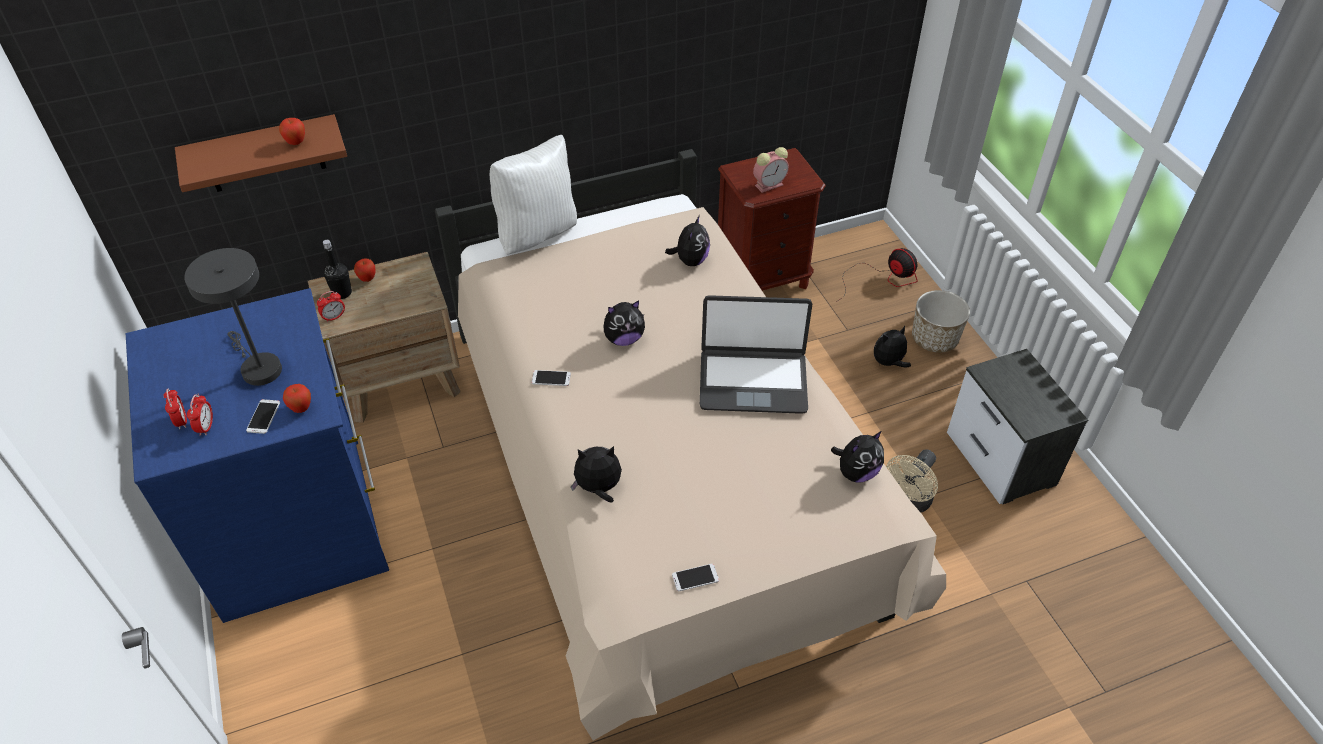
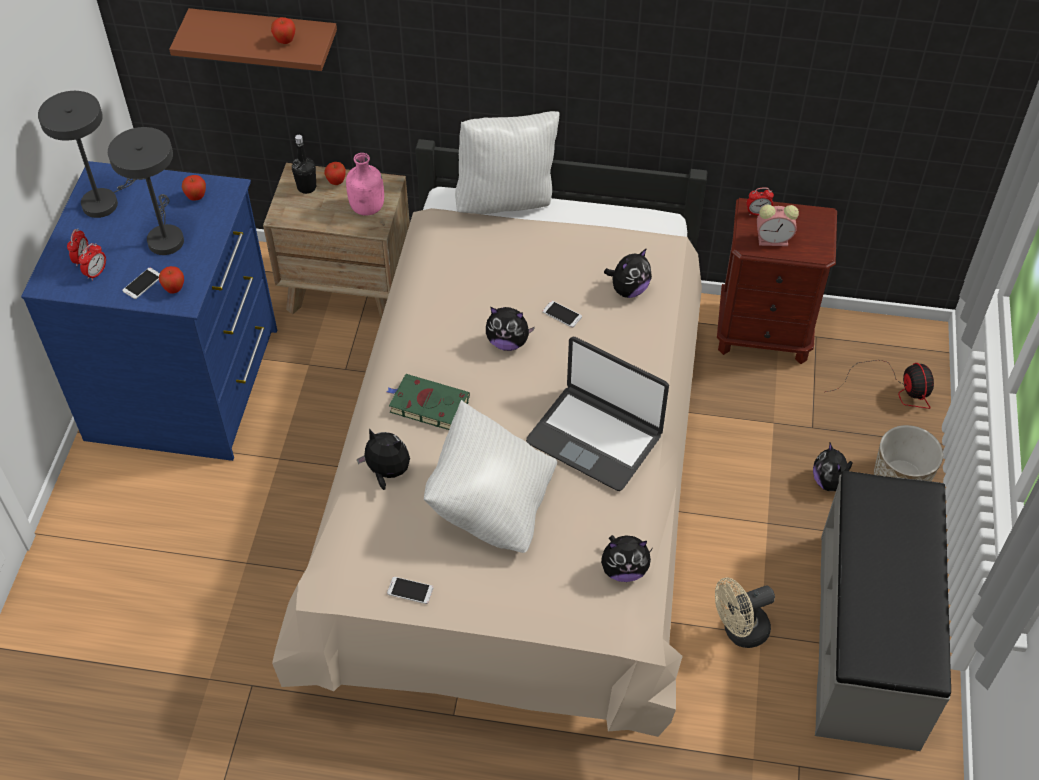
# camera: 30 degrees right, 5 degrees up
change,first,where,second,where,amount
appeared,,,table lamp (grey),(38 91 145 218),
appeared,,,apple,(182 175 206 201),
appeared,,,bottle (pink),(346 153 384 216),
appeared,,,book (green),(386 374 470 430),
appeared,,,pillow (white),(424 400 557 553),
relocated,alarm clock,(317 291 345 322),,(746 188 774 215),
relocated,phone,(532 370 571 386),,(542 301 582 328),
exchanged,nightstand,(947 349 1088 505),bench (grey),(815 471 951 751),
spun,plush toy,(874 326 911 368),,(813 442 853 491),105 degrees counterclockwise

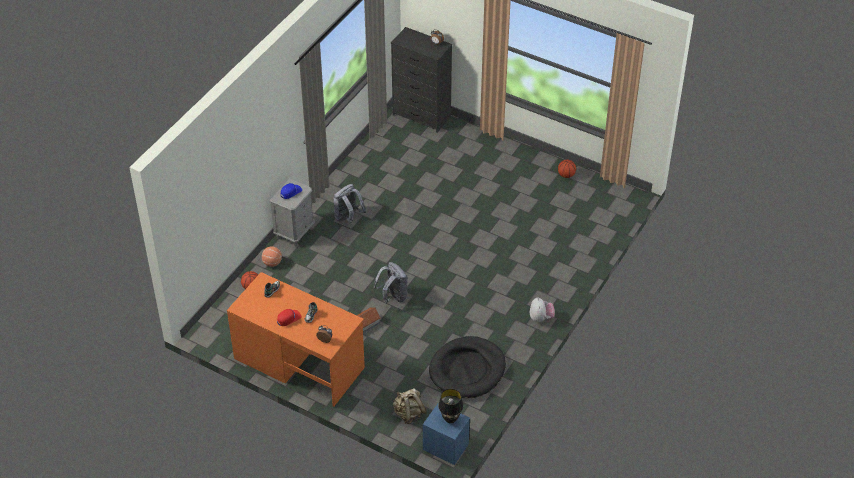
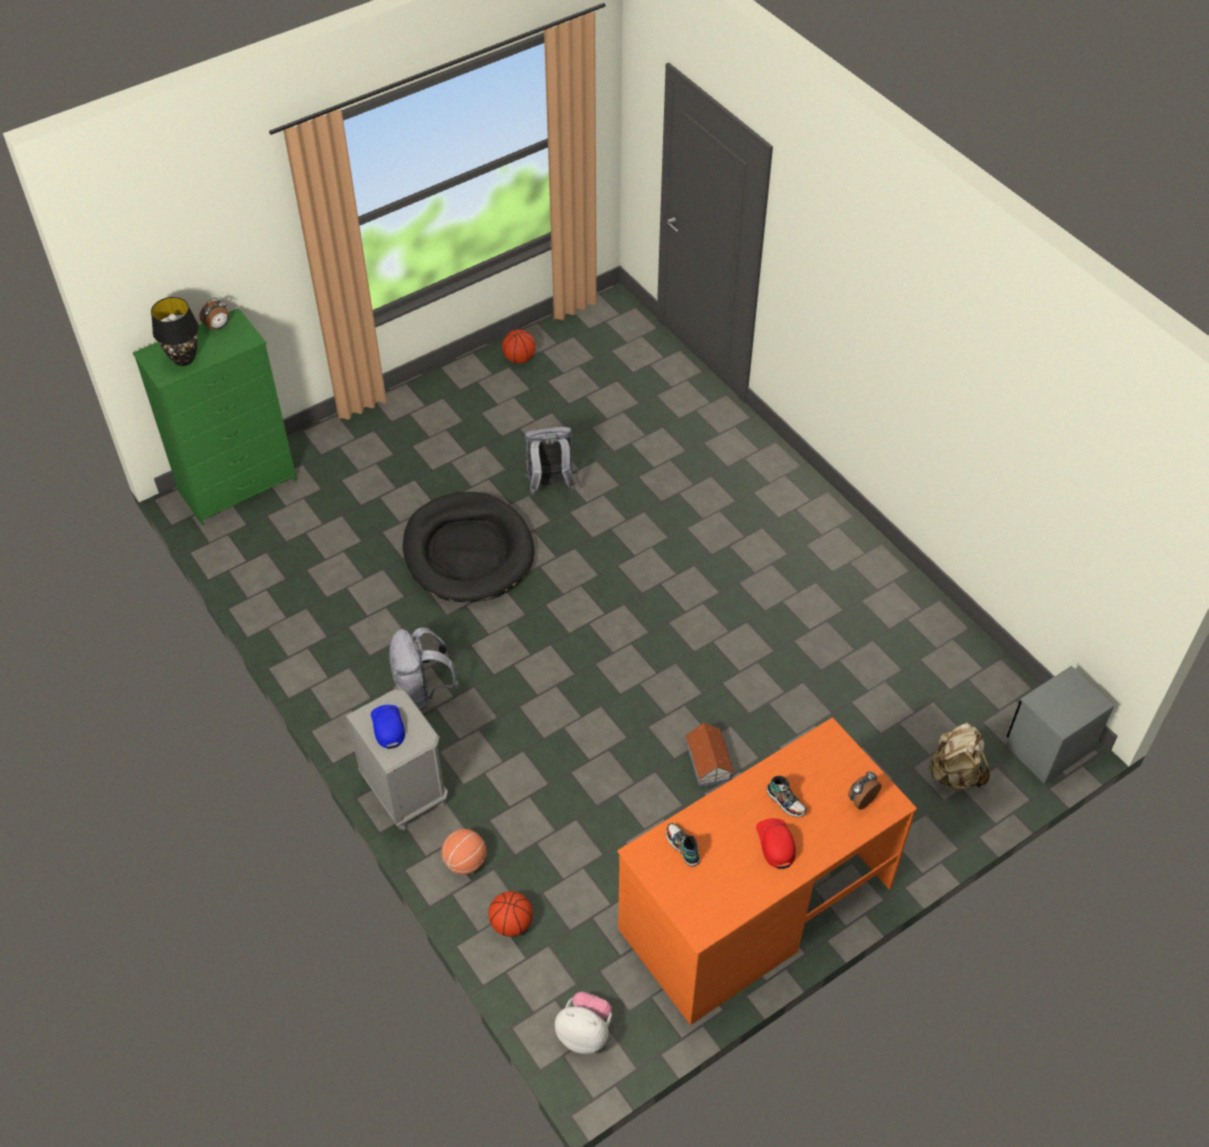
# camera: 65 degrees left, 5 degrees up
change,first,where,second,where,amount
relocated,backpack (grey),(374 262 408 303),,(523 427 577 495),
relocated,dog bed (black),(429 336 506 398),,(403 492 534 603),
relocated,table lamp (black),(438 389 463 423),,(151 297 199 366),
relocated,plush toy,(530 297 555 322),,(555 992 612 1054),
colour,dresser (black),(391 27 452 133),dresser (green),(133 308 297 526),
colour,nightstand (blue),(423 403 470 465),nightstand (grey),(1006 666 1114 784),

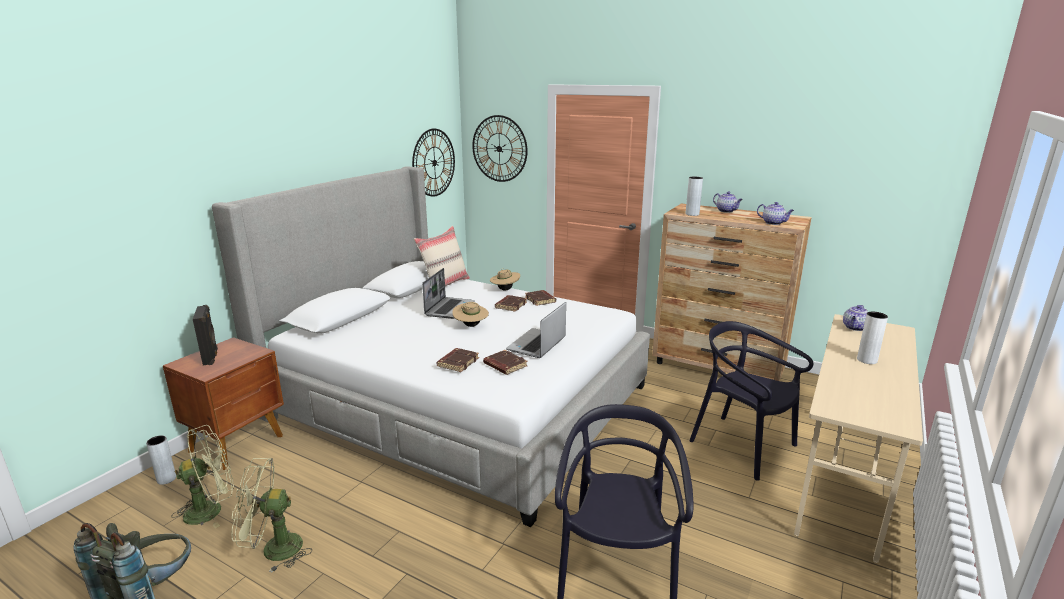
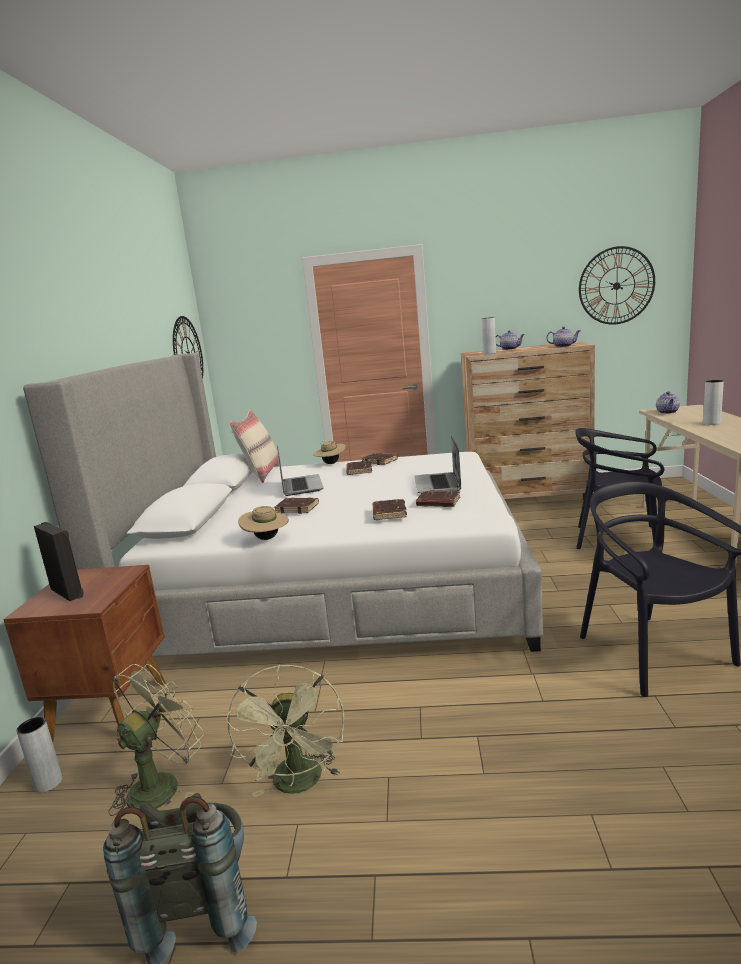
# camera: 25 degrees left, 5 degrees down
change,first,where,second,where,amount
appeared,,,book (brown),(274 498 319 514),
relocated,hat (beige),(452 302 489 327),,(238 506 289 540),
relocated,wall clock,(472 115 528 182),,(579 246 655 325),
spun,fan (green),(232 458 312 573),,(226 664 344 797),60 degrees counterclockwise

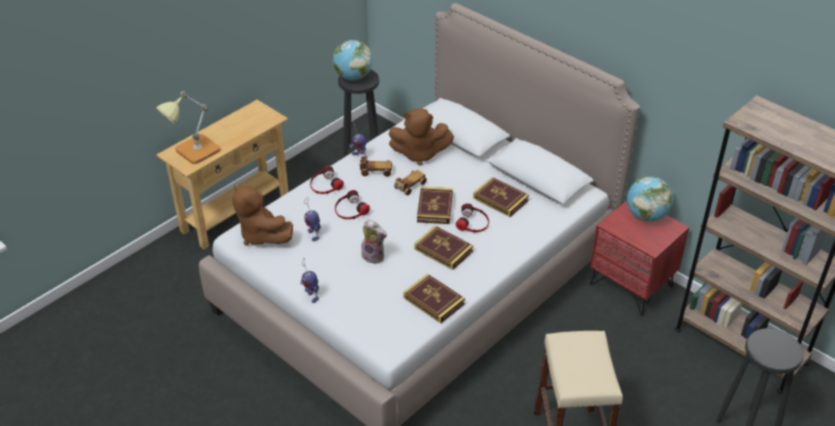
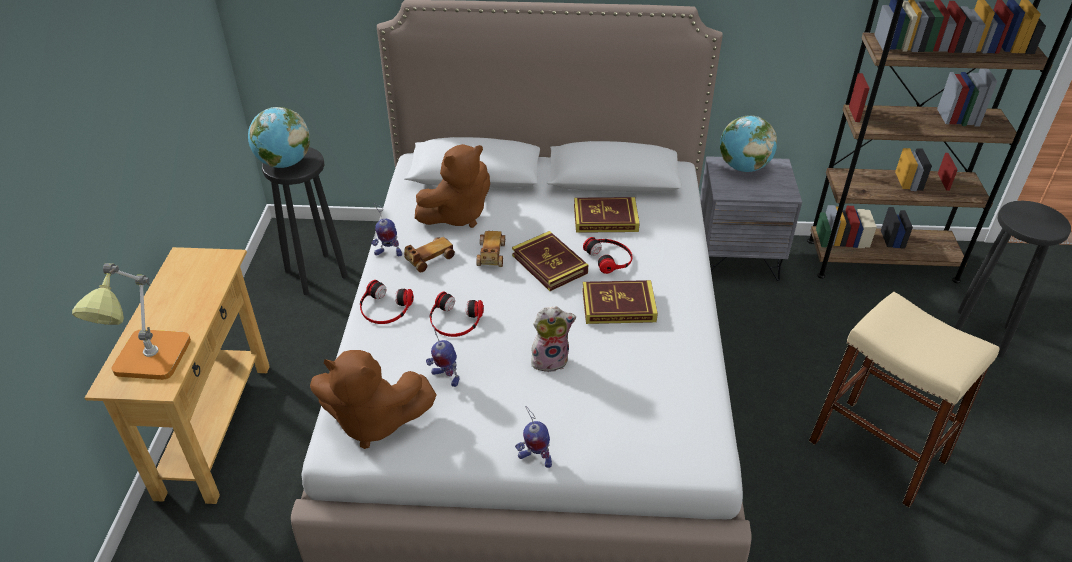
# camera: 40 degrees left, 0 degrees up
change,first,where,second,where,amount
missing,book,(403 274 465 323),,,
colour,nightstand (red),(590 200 689 316),nightstand (grey),(700 156 802 281),

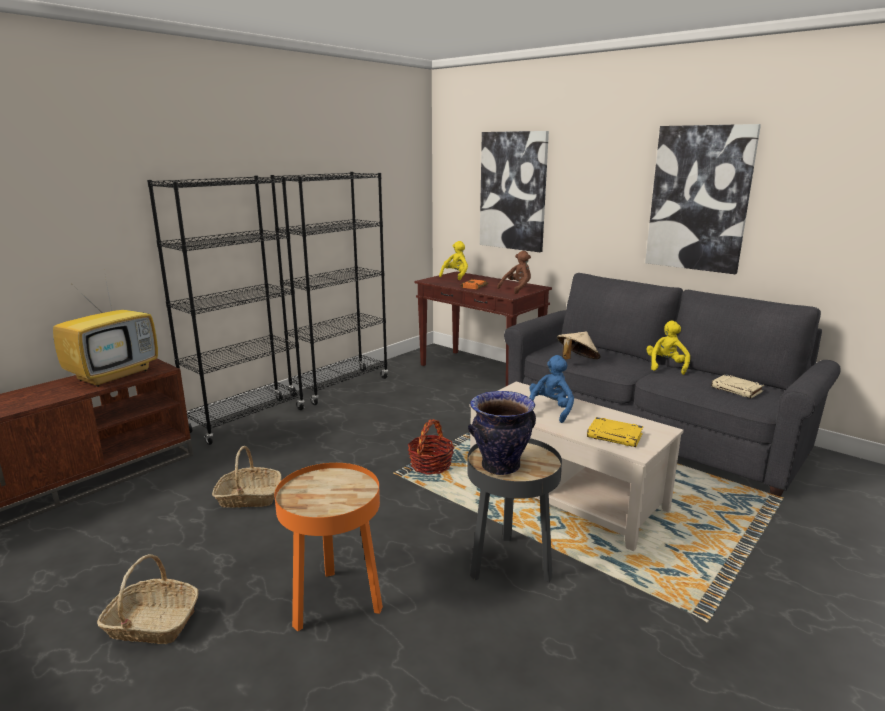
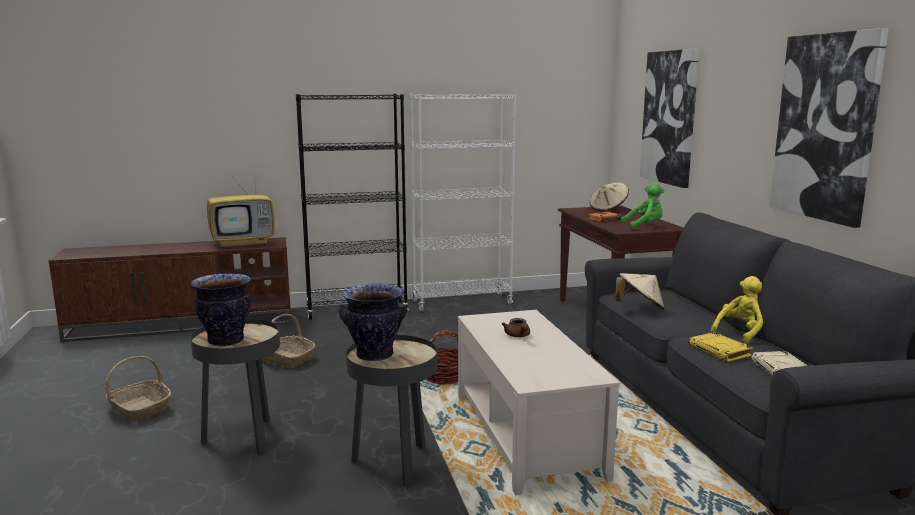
# camera: 35 degrees right, 5 degrees down
change,first,where,second,where,amount
appeared,,,vase,(191 274 251 346),
relocated,book (yellow),(587 417 643 447),,(689 332 753 362),
exchanged,plush toy (yellow),(439 241 468 280),hat (beige),(590 183 629 212),
exchanged,plush toy (blue),(529 355 574 423),teapot (brown),(502 318 530 337),
colour,bookcase (black),(270 172 388 405),bookcase (white),(410 93 516 311),
colour,side table (orange),(274 463 383 631),side table (black),(190 319 280 455),
colour,plush toy (brown),(497 251 531 294),plush toy (green),(620 183 665 230),

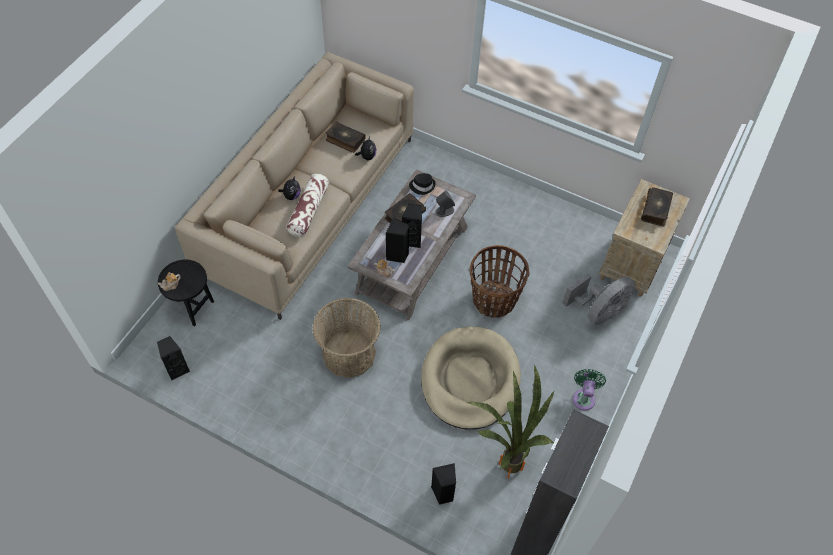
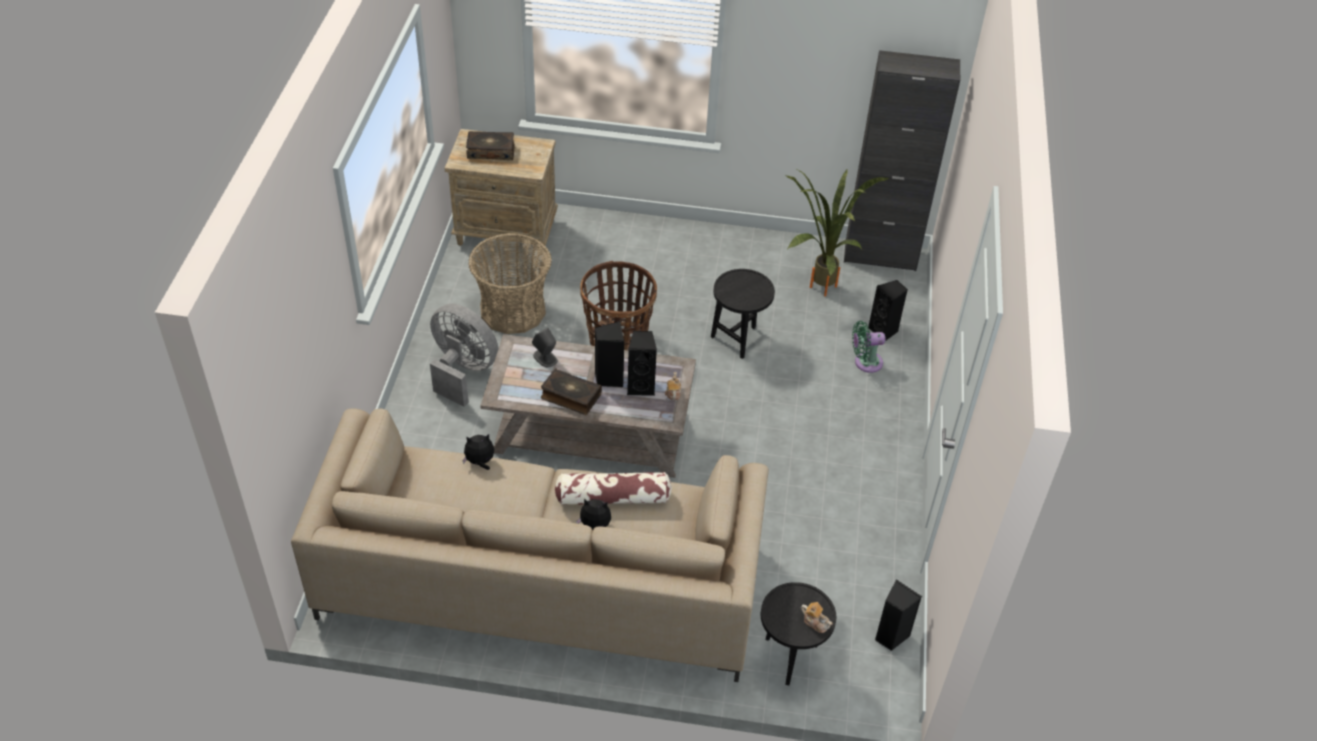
# camera: 110 degrees left, 10 degrees down
change,first,where,second,where,amount
missing,book,(326 121 366 153),,,
missing,hat (black),(409 173 436 195),,,
relocated,basket,(312 298 381 378),,(468 233 552 334),
relocated,fan (grey),(562 273 636 325),,(430 303 498 407),
relocated,fan (green),(573 369 606 411),,(852 321 886 373),
exchanged,dog bed (beige),(421 326 521 430),side table (black),(711 269 775 359),

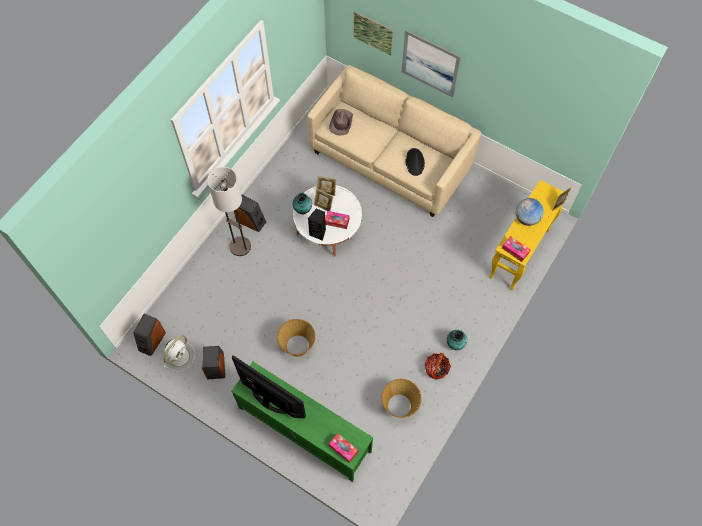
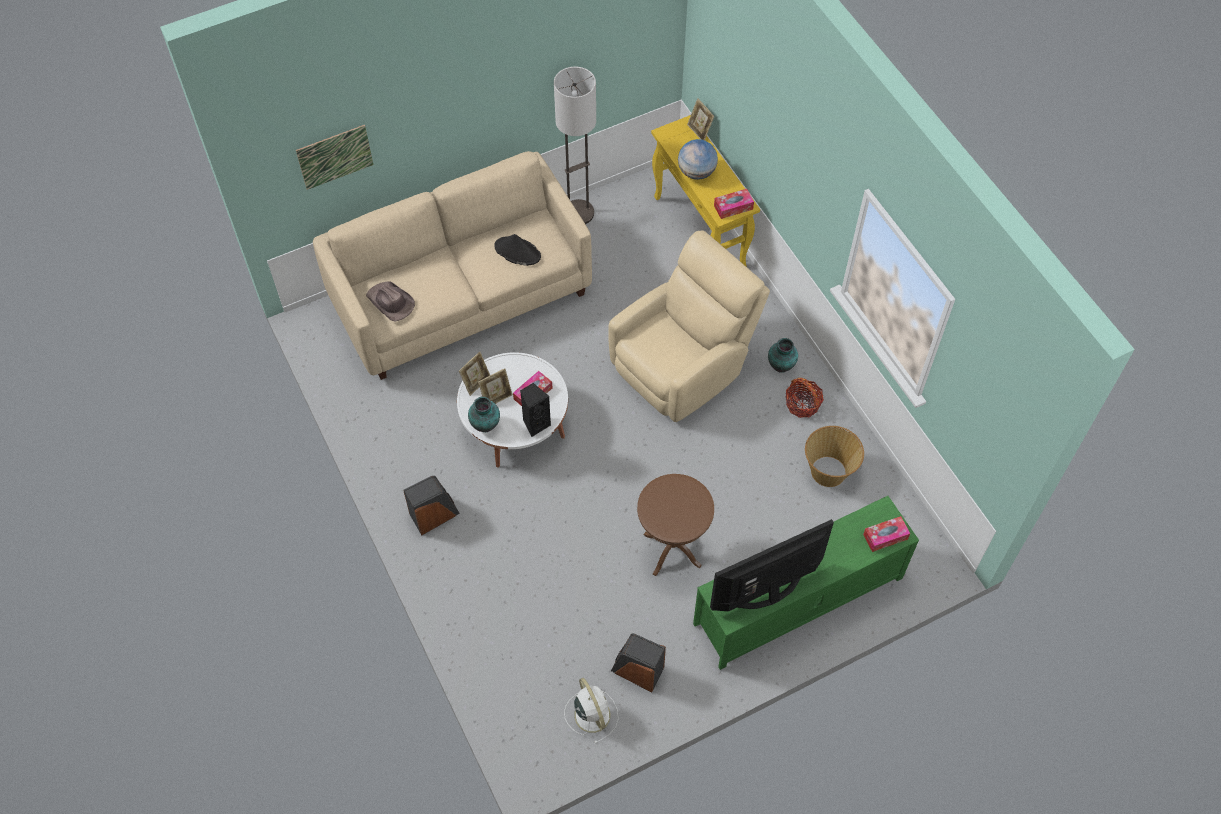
# camera: 60 degrees left, 5 degrees down
change,first,where,second,where,amount
missing,speaker,(134 314 166 356),,,
missing,picture,(402 30 461 97),,,
appeared,,,armchair (beige),(609 230 770 422),
relocated,floor lamp,(207 167 251 256),,(554 67 596 224),
exchanged,basket,(277 319 316 357),side table (brown),(637 474 714 576),

